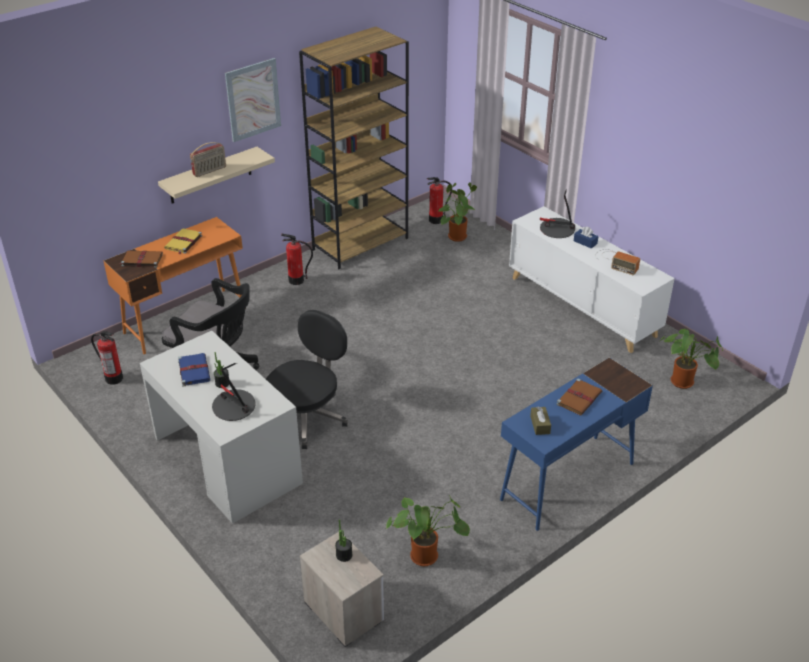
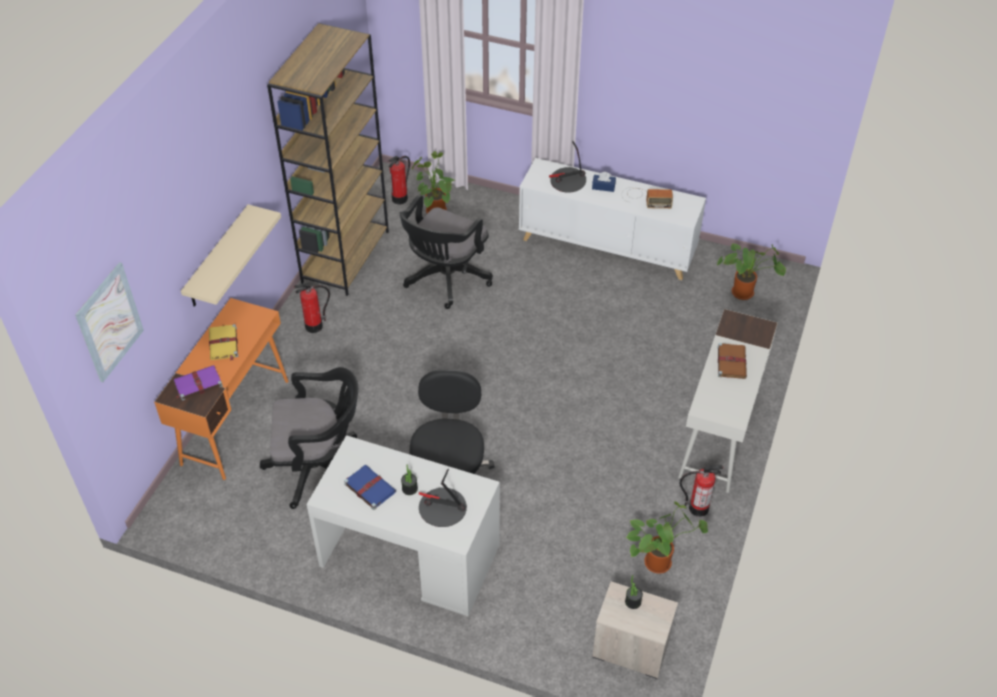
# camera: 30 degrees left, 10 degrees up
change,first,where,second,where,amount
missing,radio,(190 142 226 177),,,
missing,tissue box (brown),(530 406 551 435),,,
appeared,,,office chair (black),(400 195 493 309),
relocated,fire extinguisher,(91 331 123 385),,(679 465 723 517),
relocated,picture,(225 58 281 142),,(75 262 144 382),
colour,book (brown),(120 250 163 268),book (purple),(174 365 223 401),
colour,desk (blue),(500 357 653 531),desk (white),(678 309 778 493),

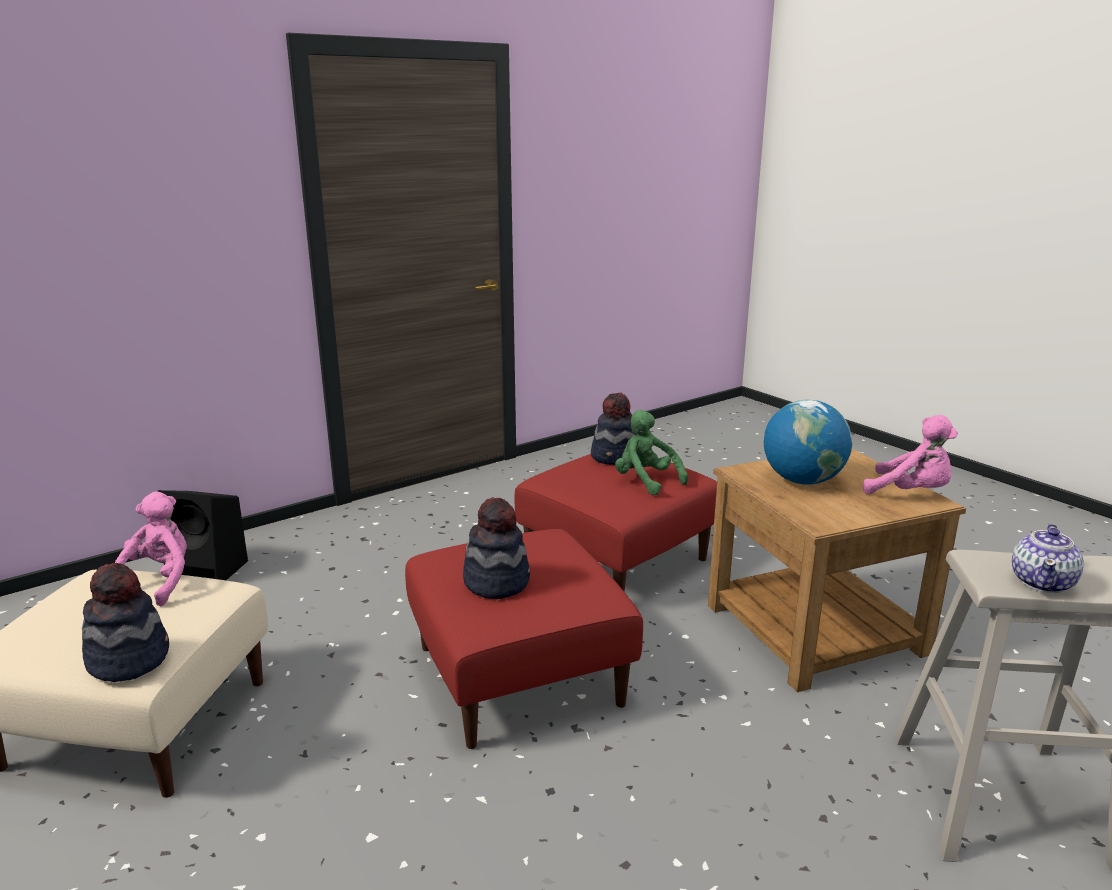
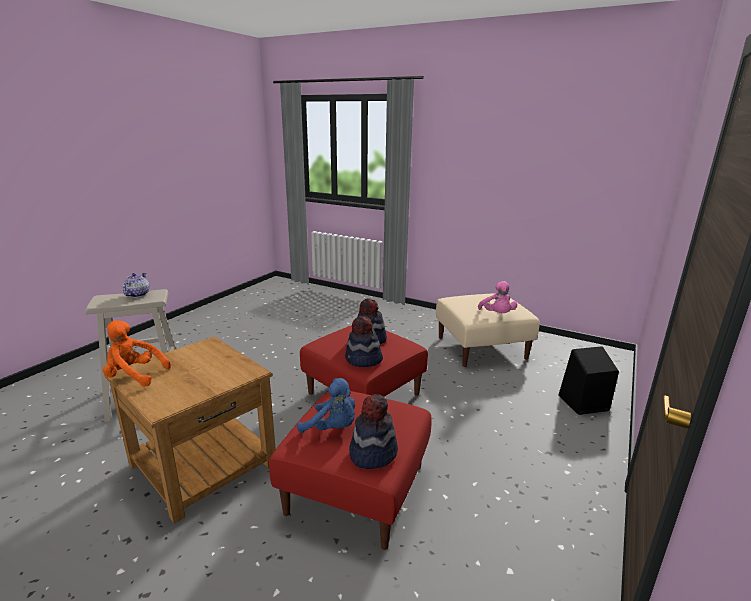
# camera: 155 degrees right, 0 degrees up
change,first,where,second,where,amount
missing,globe,(764 400 852 484),,,
relocated,hat,(82 563 169 682),,(345 316 383 367),
colour,plush toy (green),(615 410 688 495),plush toy (blue),(297 378 355 433),
colour,plush toy (pink),(863 415 958 495),plush toy (orange),(103 320 171 387),

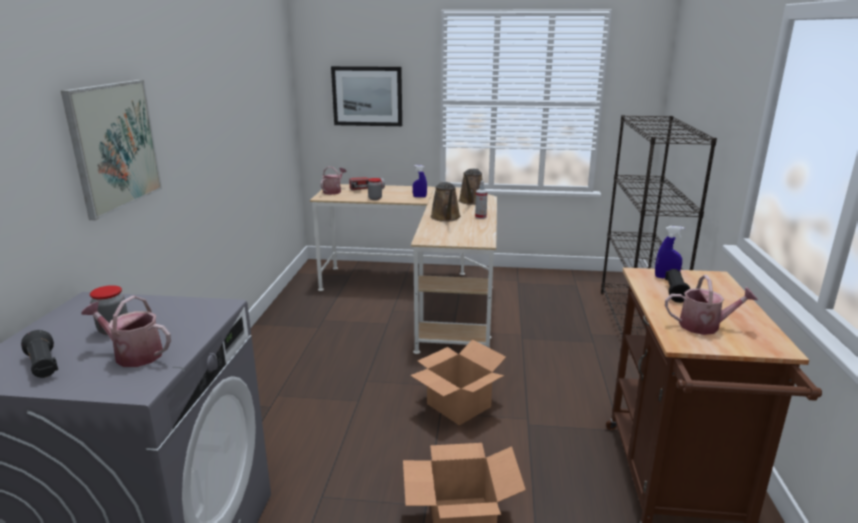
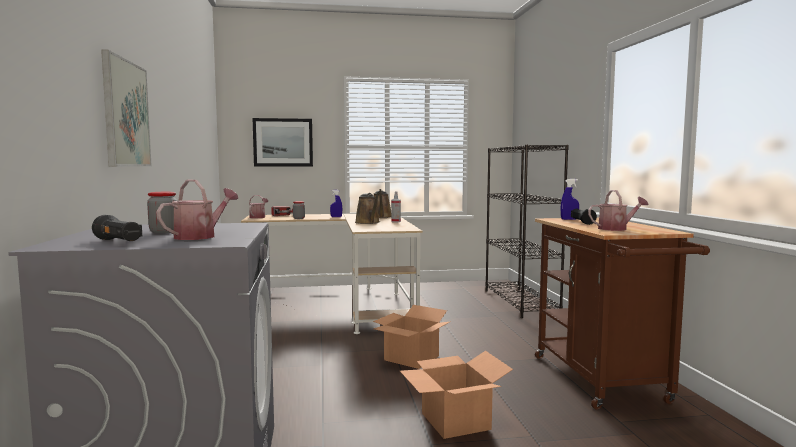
# camera: 15 degrees left, 15 degrees down
change,first,where,second,where,amount
spun,watering can,(81 296 171 367),,(156 180 238 240),120 degrees clockwise

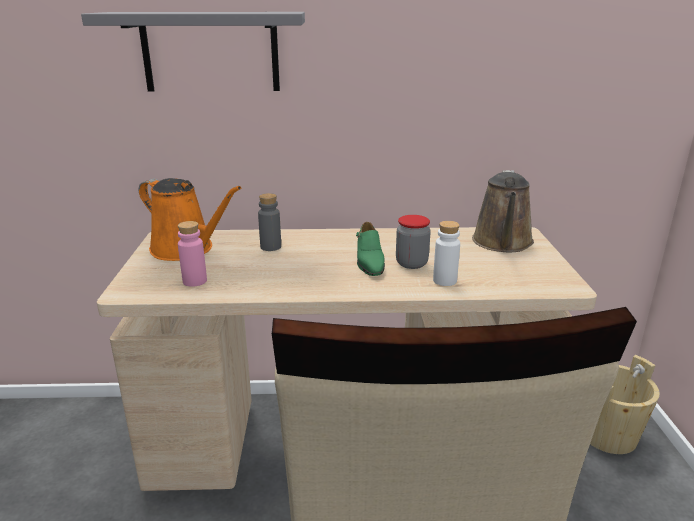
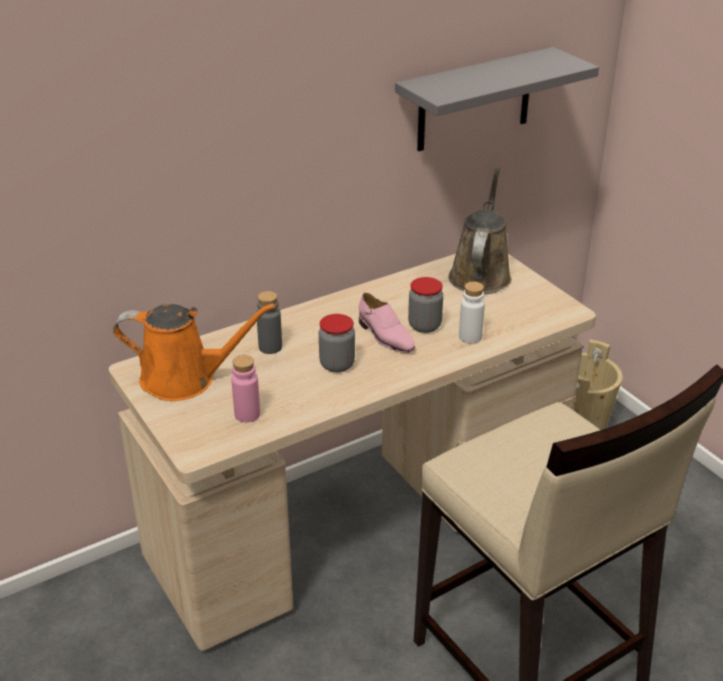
# camera: 30 degrees left, 10 degrees up
change,first,where,second,where,amount
appeared,,,jar,(319 314 355 373),
relocated,shelf (grey),(81 12 305 91),,(395 47 599 151),
colour,shoe (green),(356 222 385 276),shoe (pink),(359 293 415 353),
spun,watering can (brown),(472 170 534 252),,(448 167 512 294),150 degrees counterclockwise

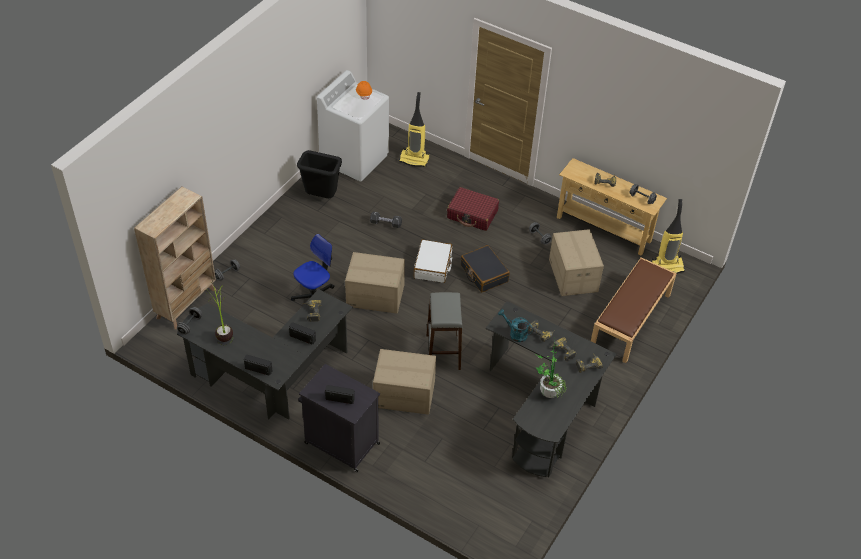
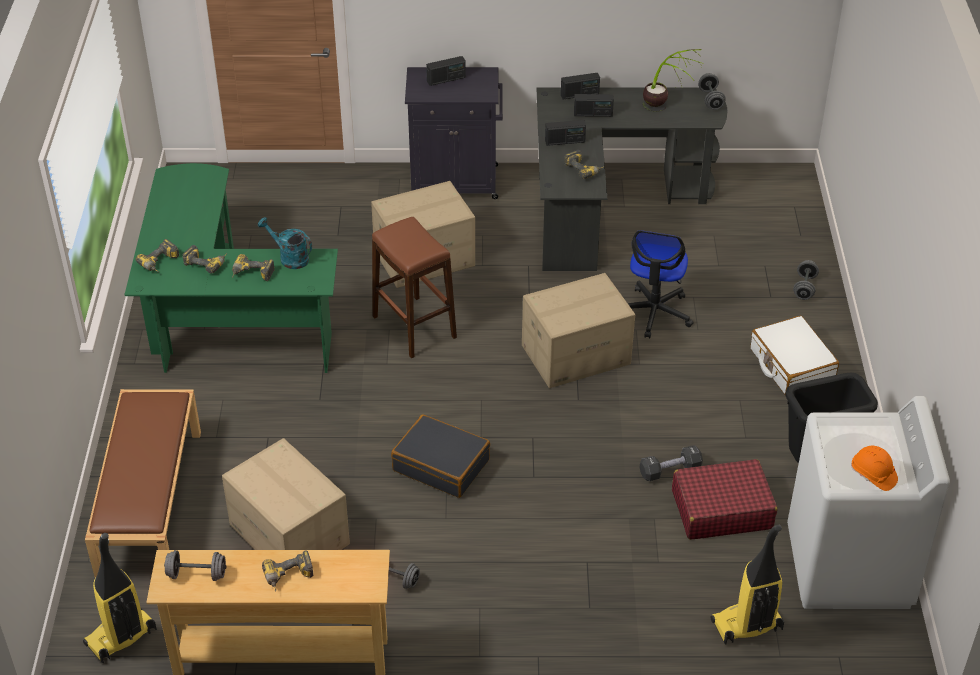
# camera: 150 degrees right, 5 degrees down
change,first,where,second,where,amount
missing,bookcase (beige),(134 186 216 329),,,
missing,potted plant,(535 338 567 399),,,
appeared,,,radio,(574 94 614 117),
relocated,suitcase (white),(414 240 452 283),,(751 316 839 394),
relocated,suitcase (red),(447 187 499 231),,(672 459 778 540),
colour,stool (grey),(426 292 462 370),stool (brown),(372 217 457 358),
colour,desk (black),(486 301 617 477),desk (green),(124 163 338 373),
spun,watering can (turquoise),(498 309 533 342),,(258 217 312 269),150 degrees counterclockwise

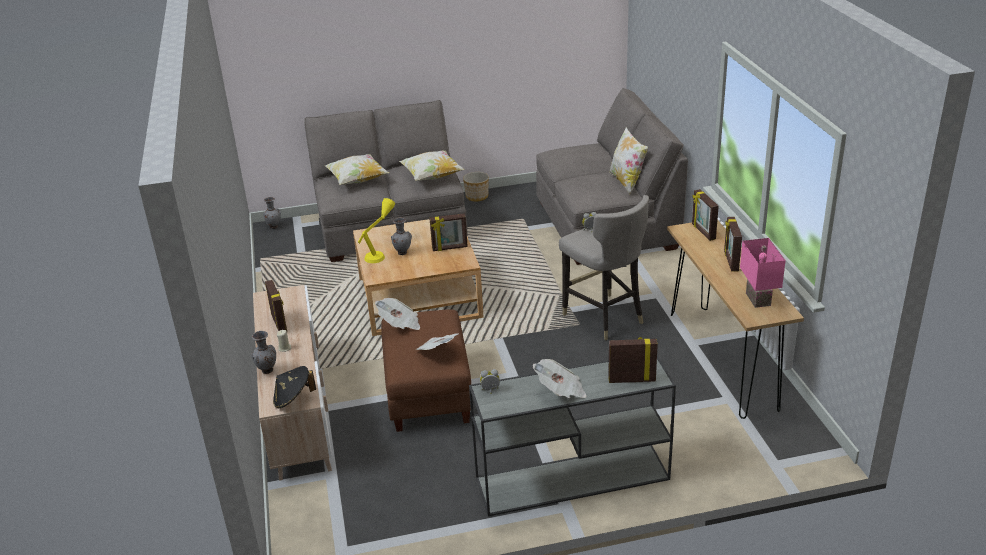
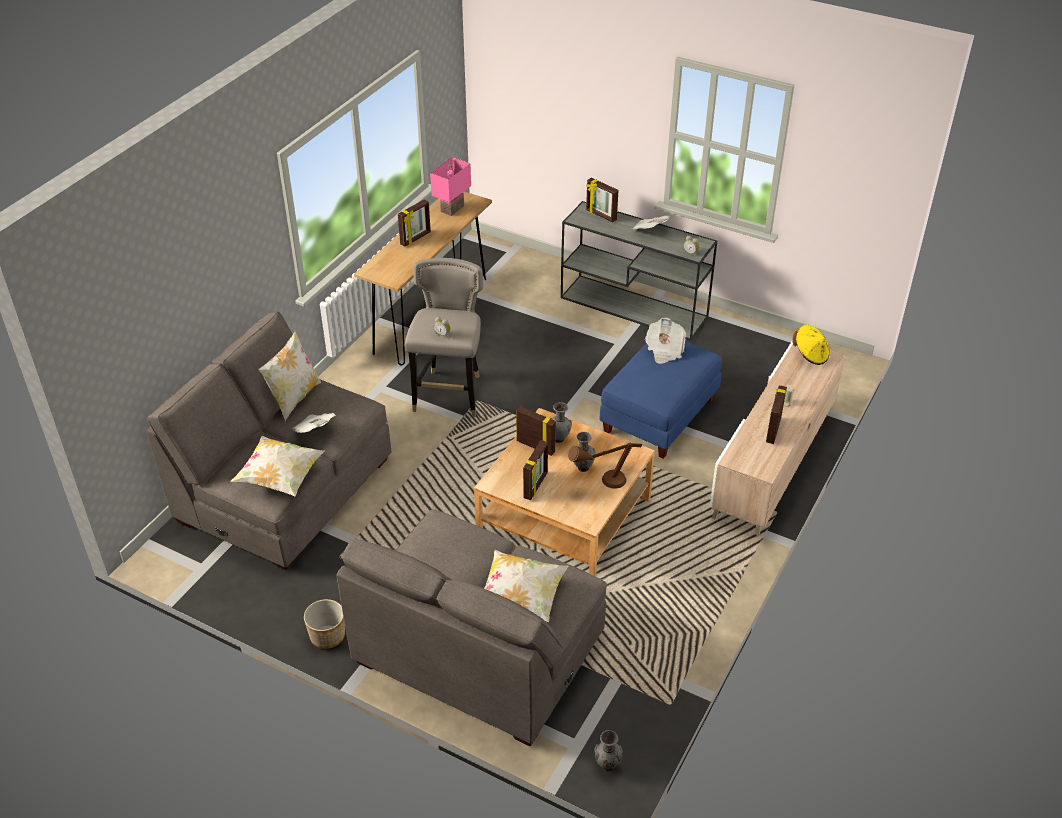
# camera: 140 degrees left, 10 degrees up
change,first,where,second,where,amount
relocated,vase (grey),(251 331 276 374),,(551 402 572 443),
relocated,newspaper,(375 298 420 330),,(291 413 336 433),
relocated,pillow,(399 151 465 181),,(230 436 324 496),
relocated,picture frame,(692 189 719 241),,(523 440 548 500),
colour,hat (black),(273 366 316 408),hat (yellow),(793 325 830 365),
colour,table lamp (yellow),(358 198 395 263),table lamp (brown),(568 443 643 489),
colour,ottoman (brown),(381 309 471 432),ottoman (blue),(600 341 722 459),

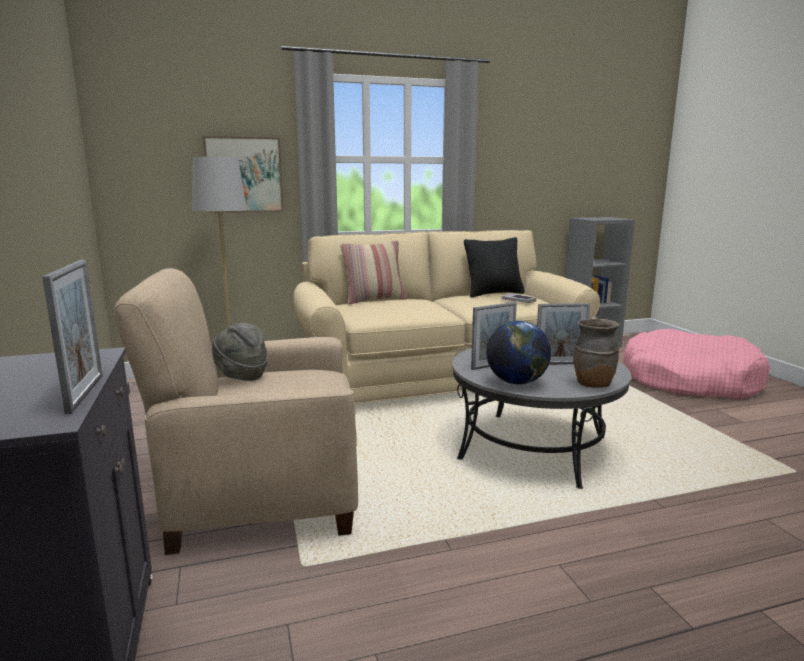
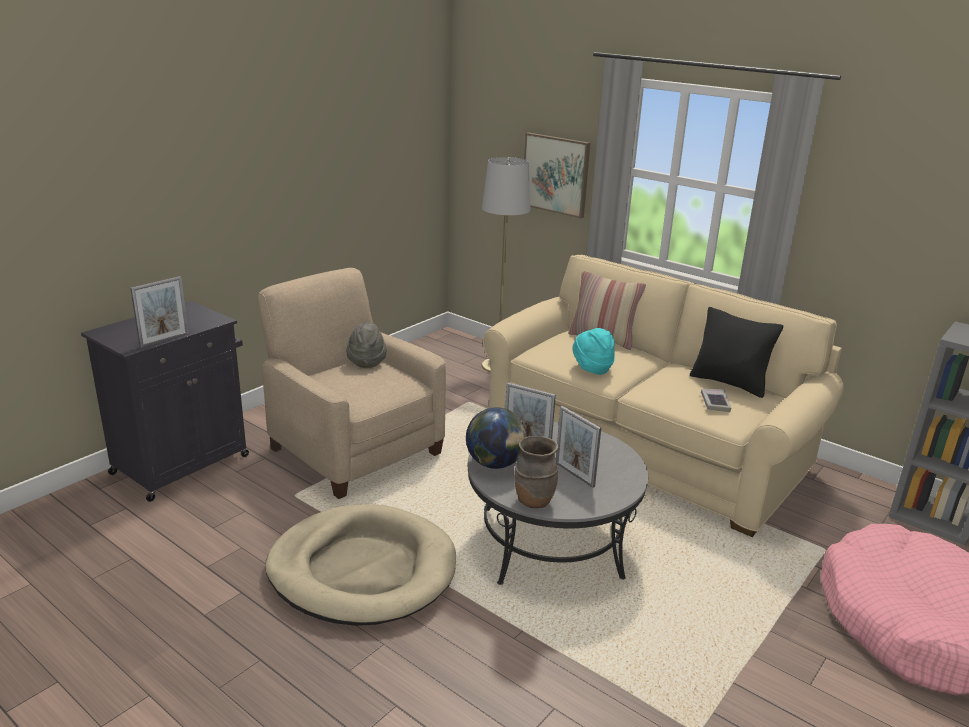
# camera: 55 degrees right, 10 degrees up
change,first,where,second,where,amount
appeared,,,dog bed (beige),(265 504 456 626),
appeared,,,hat (turquoise),(572 328 615 375),

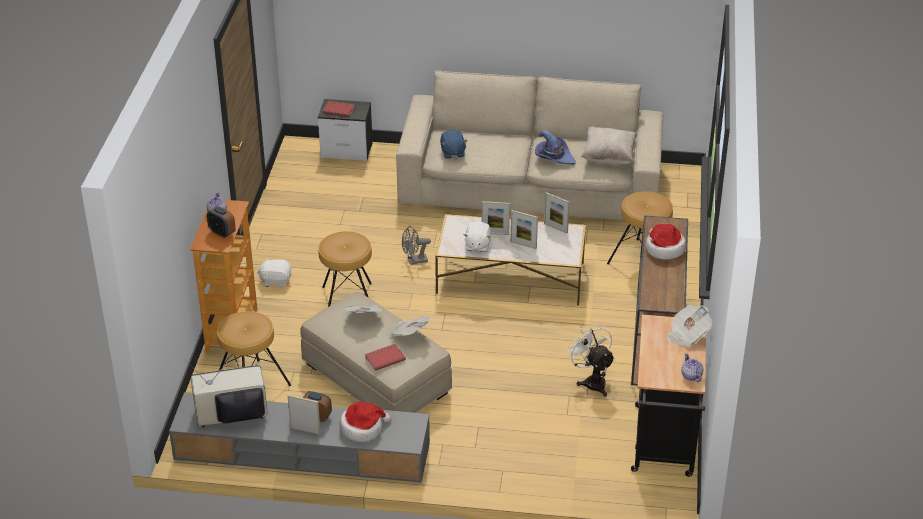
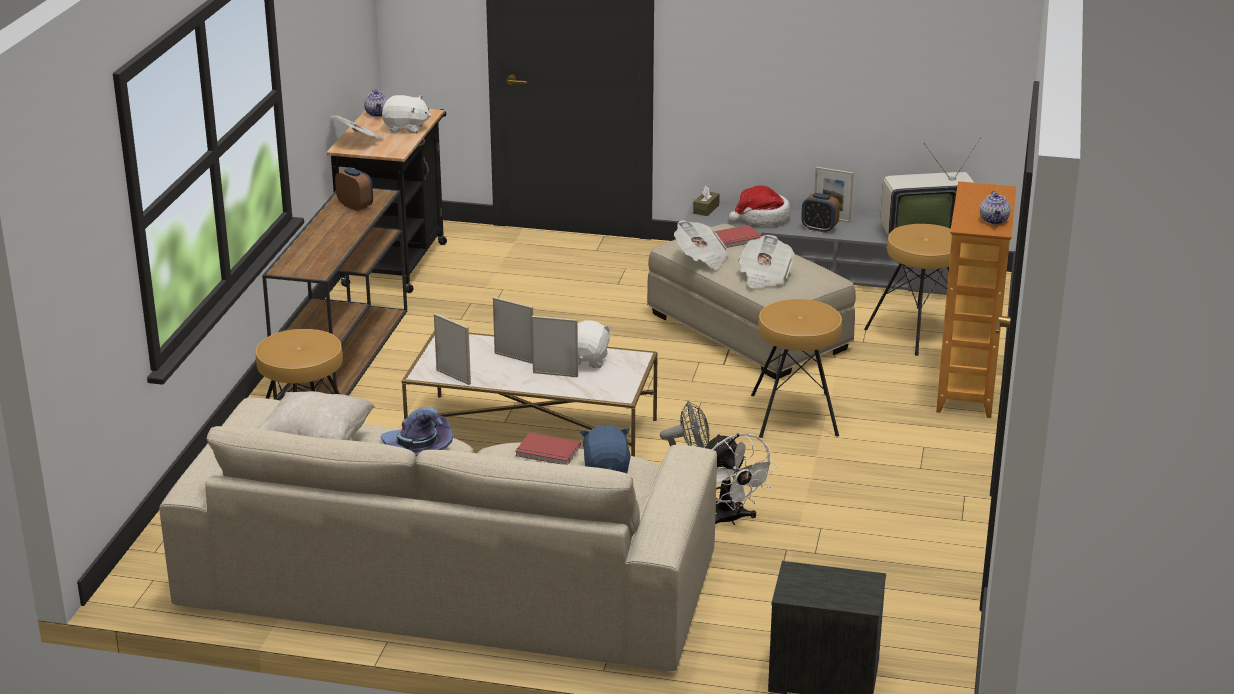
# camera: 175 degrees left, 10 degrees down
change,first,where,second,where,amount
missing,hat,(646 224 686 260),,,
appeared,,,tissue box (brown),(693 186 720 216),
relocated,alarm clock,(207 206 236 238),,(335 168 373 211),
relocated,plush toy (white),(257 258 292 288),,(382 95 431 133),
relocated,book (red),(323 101 355 117),,(515 432 581 465),
relocated,fan (white),(566 323 615 397),,(705 433 777 525),

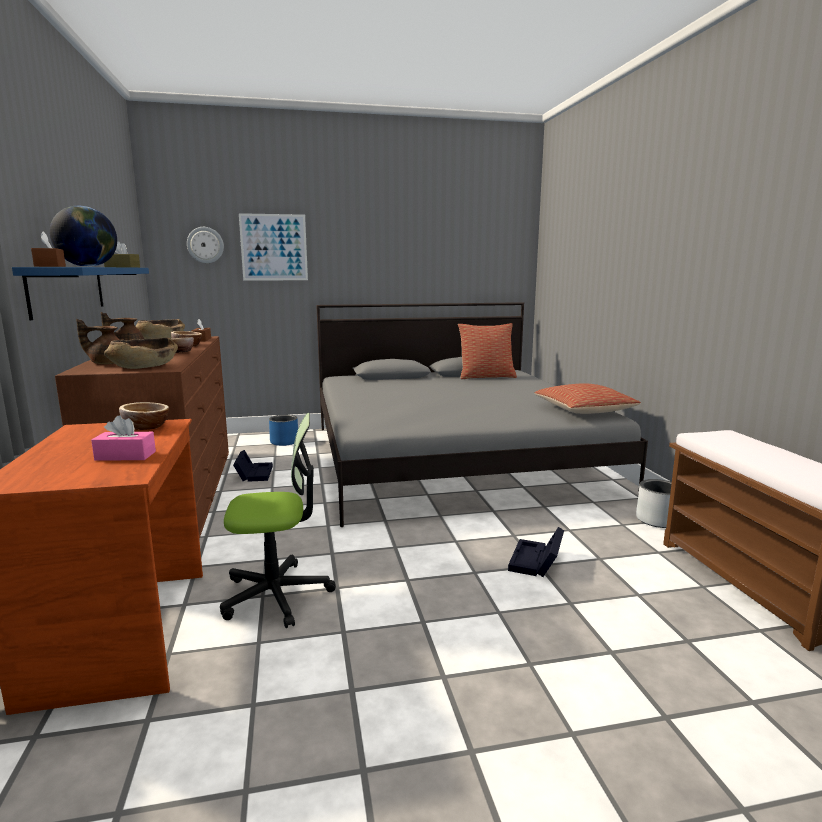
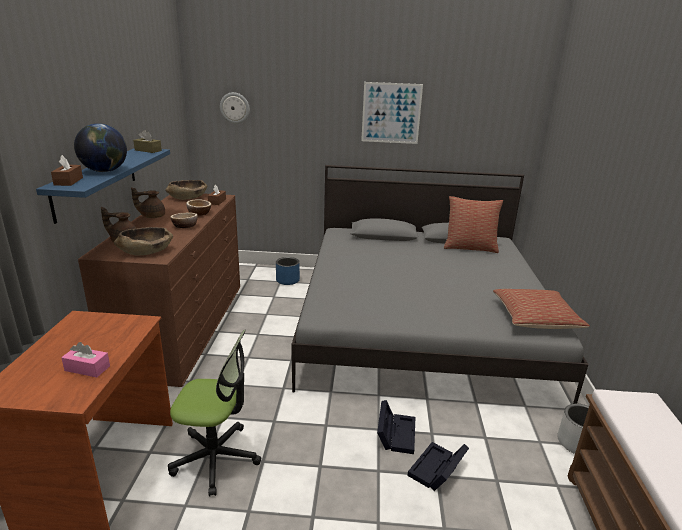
# camera: 15 degrees right, 10 degrees up
change,first,where,second,where,amount
missing,bowl,(119 402 169 430),,,
relocated,storage box (black),(233 450 273 482),,(377 400 415 454),
relocated,picture,(239 213 308 281),,(361 82 423 144),

